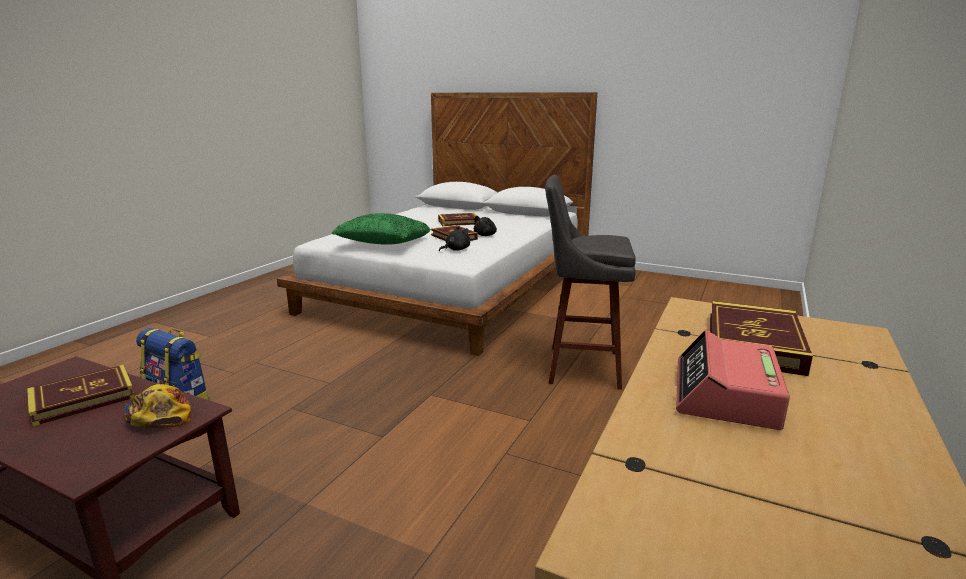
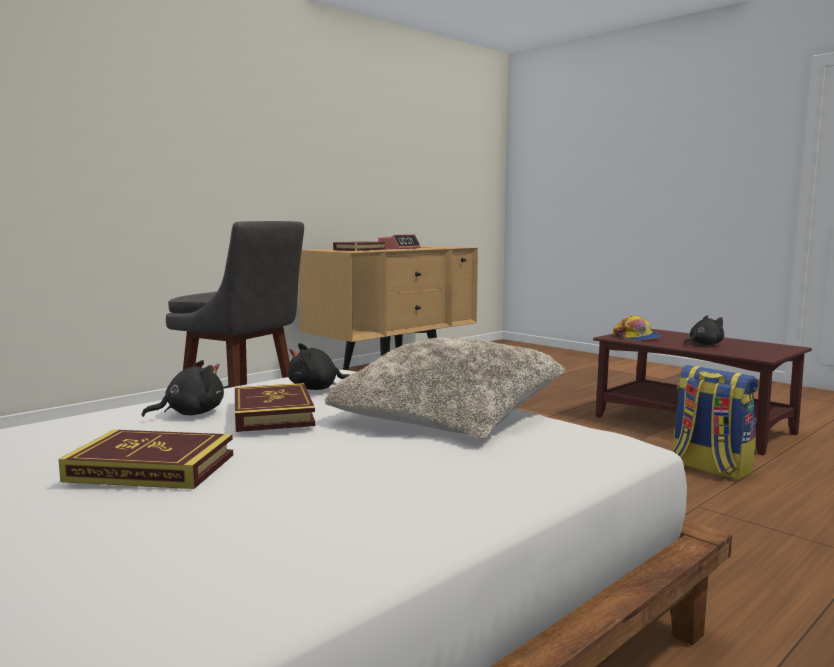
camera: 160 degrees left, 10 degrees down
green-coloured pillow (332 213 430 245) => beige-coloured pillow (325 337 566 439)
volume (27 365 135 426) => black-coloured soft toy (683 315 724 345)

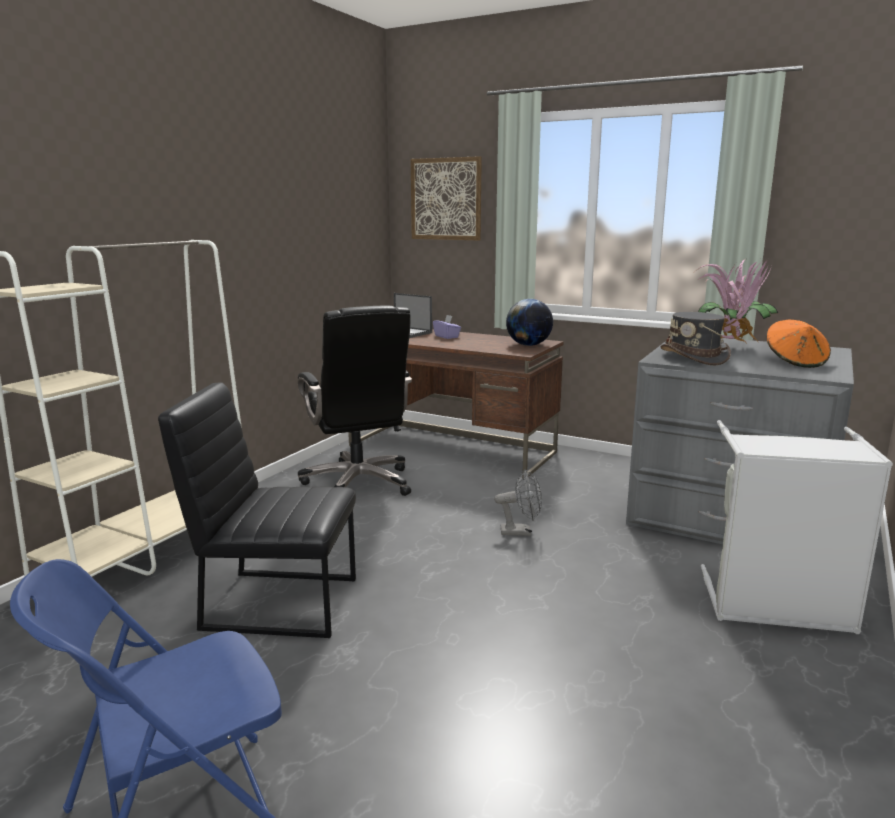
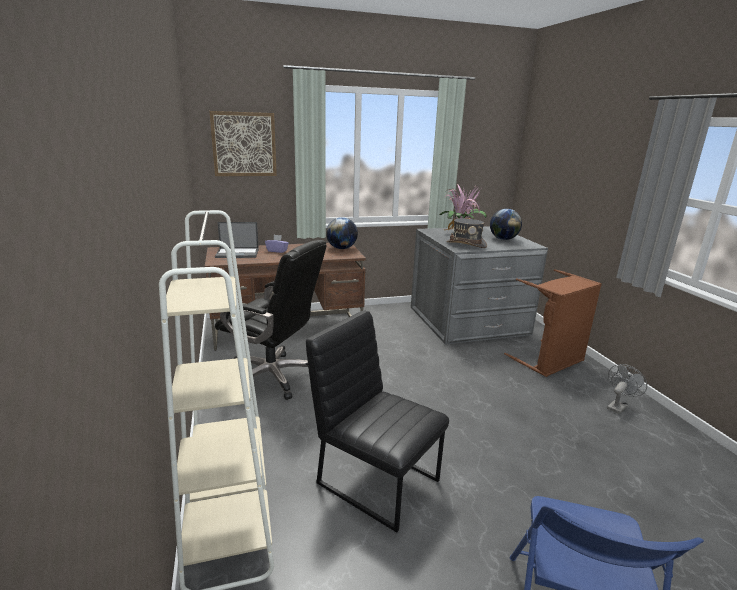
camera: 45 degrees left, 5 degrees up
orange-coloured wearable hat (767 320 831 368) => globe (490 209 522 240)
black-coloured chair (158 382 356 638) => black-coloured chair (306 310 449 533), 75 degrees clockwise
greyish laundry basket (701 420 893 634) => brown laundry basket (504 269 602 377)
greyish fan (494 469 542 536) => greyish fan (607 364 647 414), moved

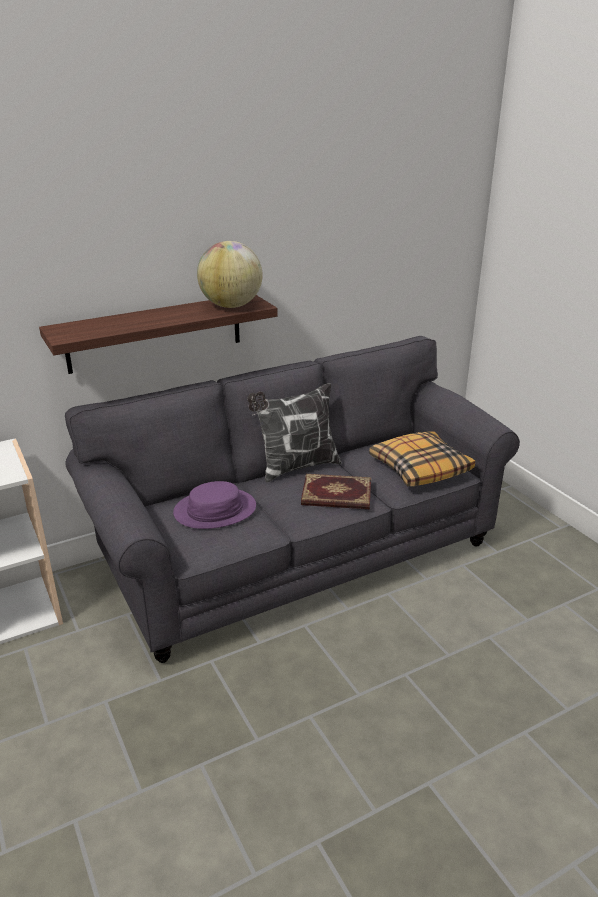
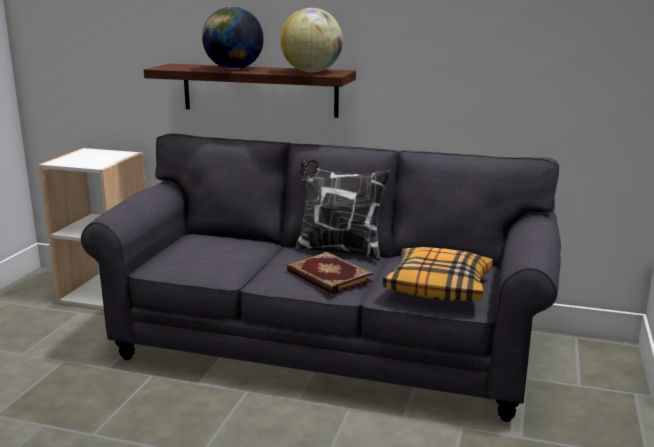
camera: 45 degrees right, 10 degrees down
purple wearable hat (173 481 256 529) => nothing
nothing => globe (202 7 264 69)

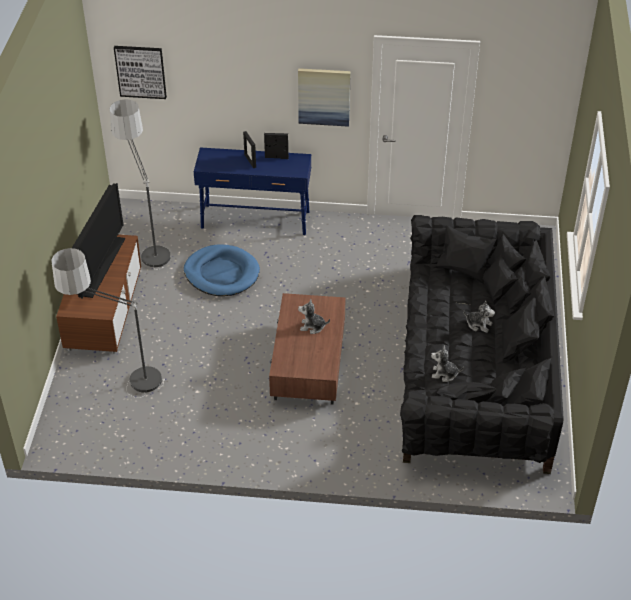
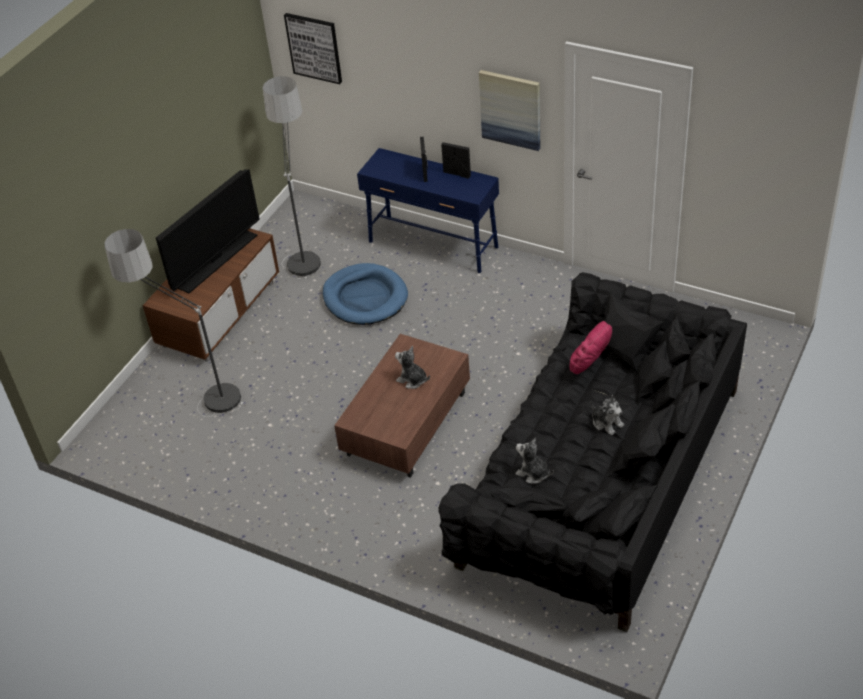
camera: 25 degrees right, 0 degrees up
nothing => pink pillow (570 321 612 374)

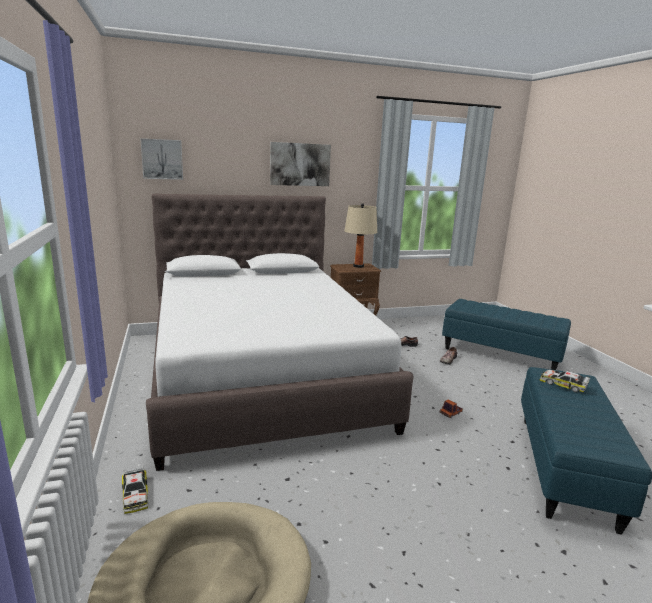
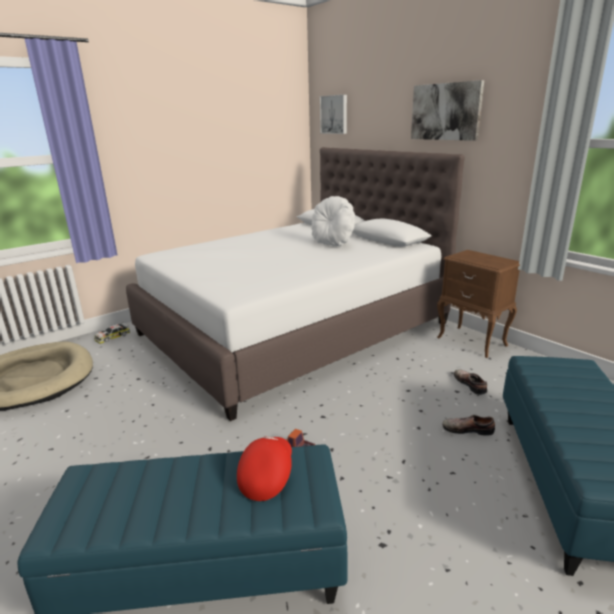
camera: 70 degrees right, 5 degrees up
beige-coloured table lamp (344 203 377 268) => nothing
miniature car (539 370 590 392) => reddish cap (237 436 292 501)
nothing => white-coloured pillow (311 196 355 246)

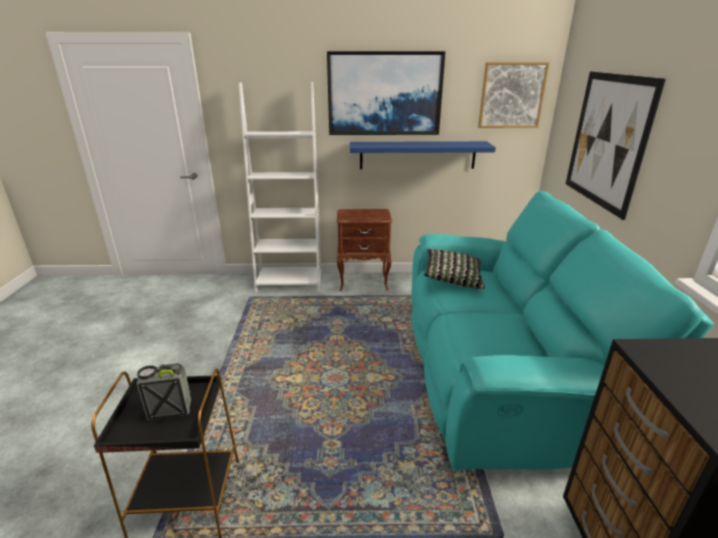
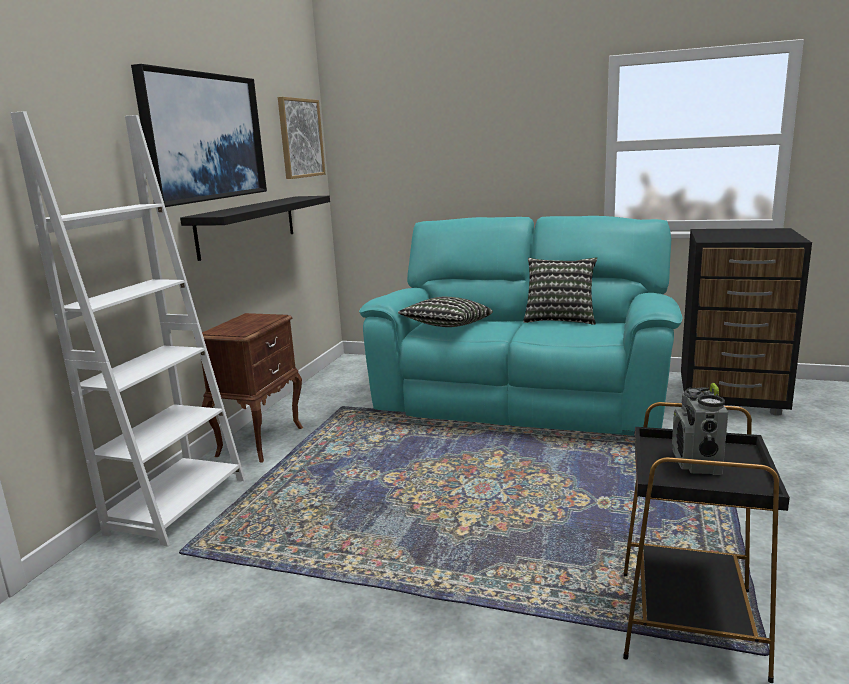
camera: 70 degrees left, 10 degrees down
picture (566 71 666 220) => nothing
bluish shelf (350 141 496 169) => black-coloured shelf (180 196 330 261)
nothing => pillow (523 257 597 325)

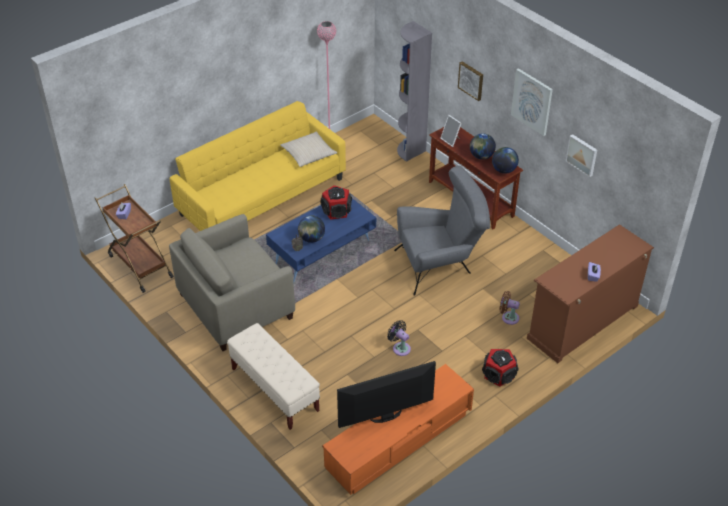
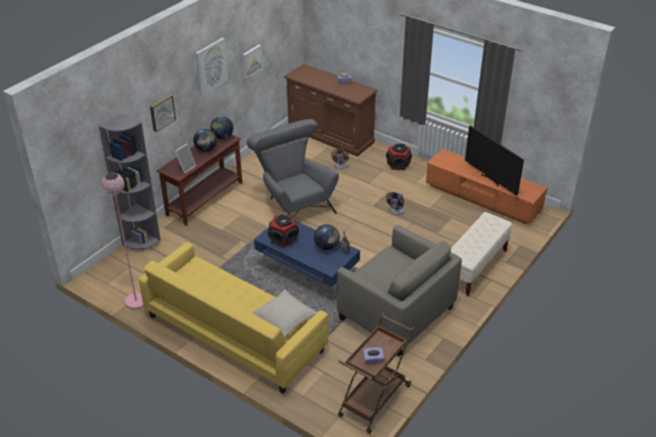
camera: 105 degrees left, 5 degrees down
beige-coloured pillow (281 132 337 167) => beige-coloured pillow (252 289 317 338), moved

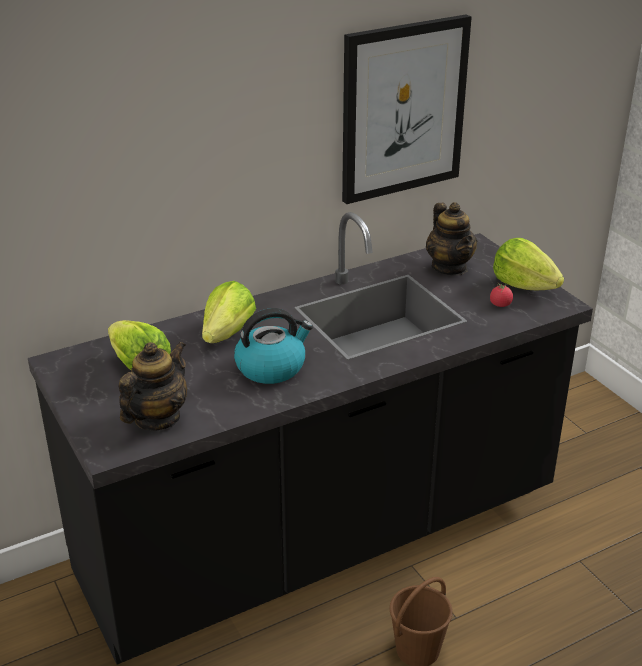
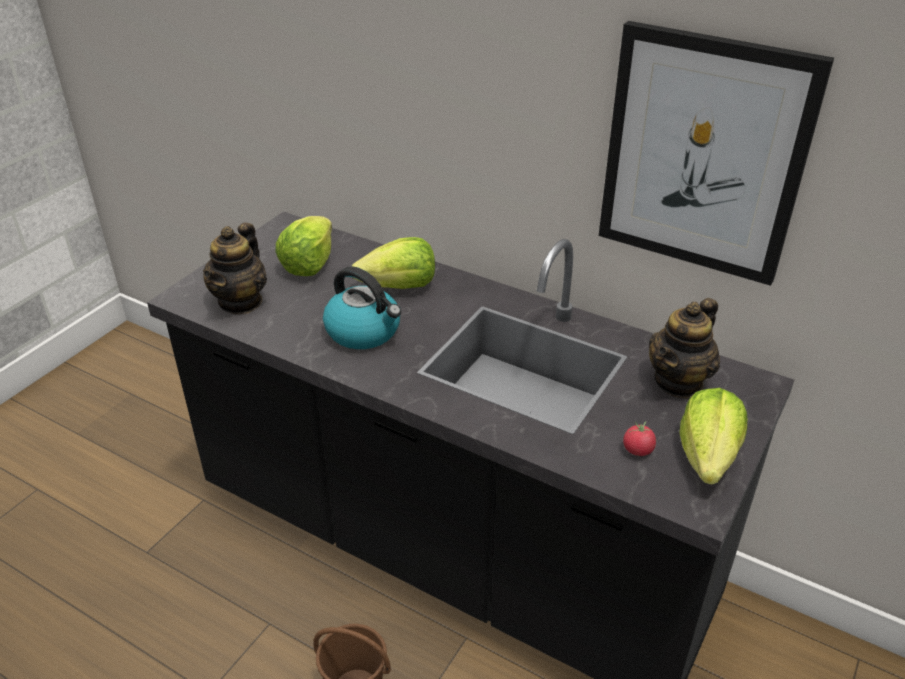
camera: 60 degrees right, 5 degrees up
pot for tea (119 341 187 431) => pot for tea (203 222 267 314), 105 degrees clockwise

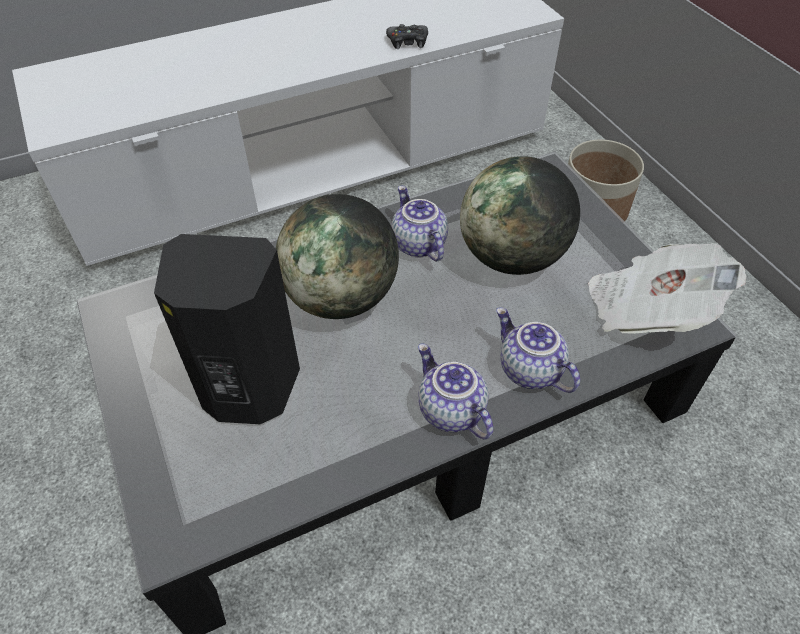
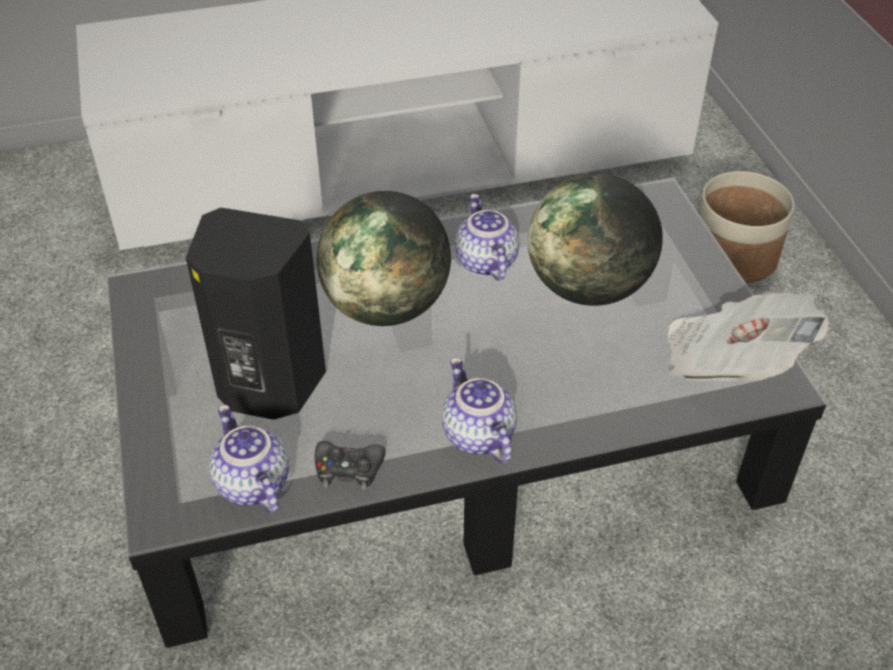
camera: 10 degrees right, 5 degrees down
black-coloured joypad (386 24 428 49) => black-coloured joypad (315 441 386 490), moved
pot for tea (496 307 580 393) => pot for tea (209 404 289 514), moved

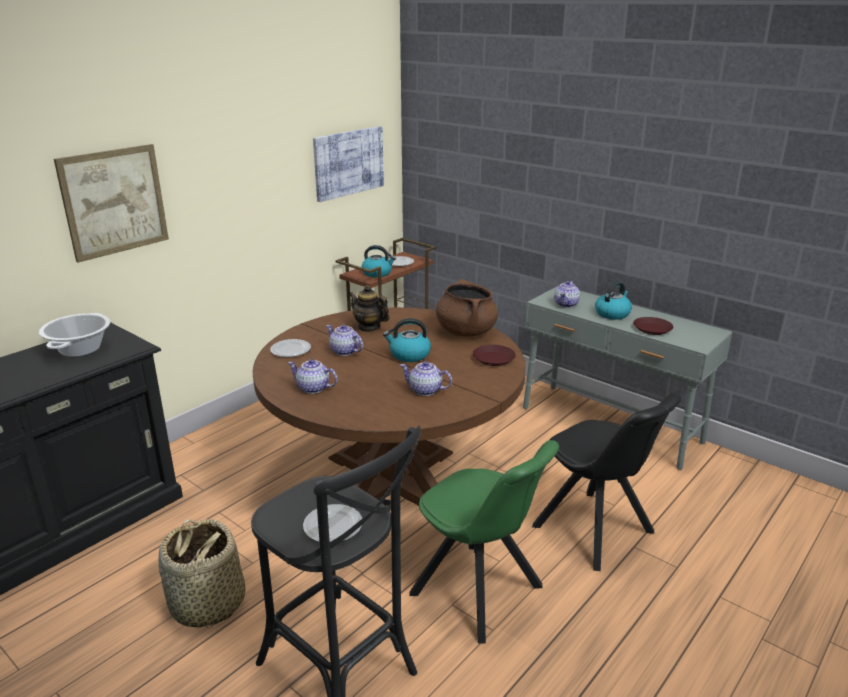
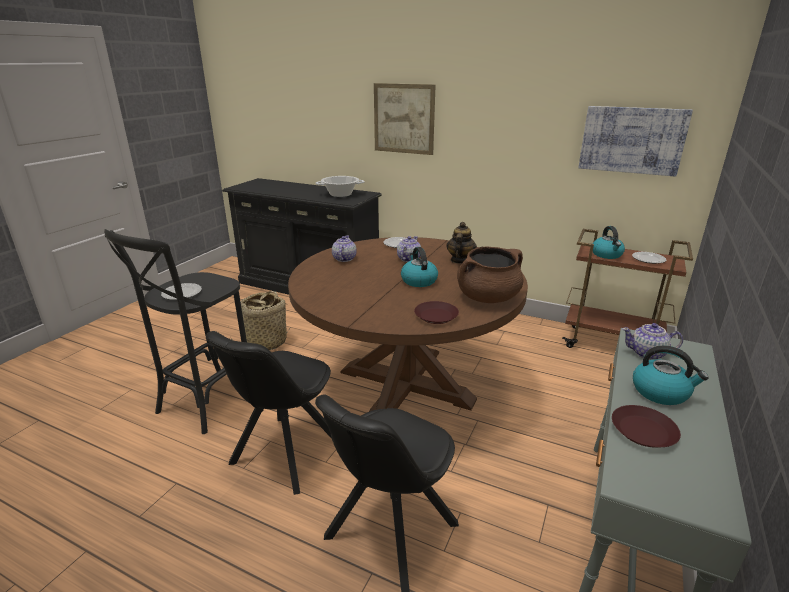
camera: 75 degrees right, 0 degrees up
pot for tea (400 361 452 396) => nothing
green-coloured chair (409 440 559 644) => black-coloured chair (206 331 332 495)

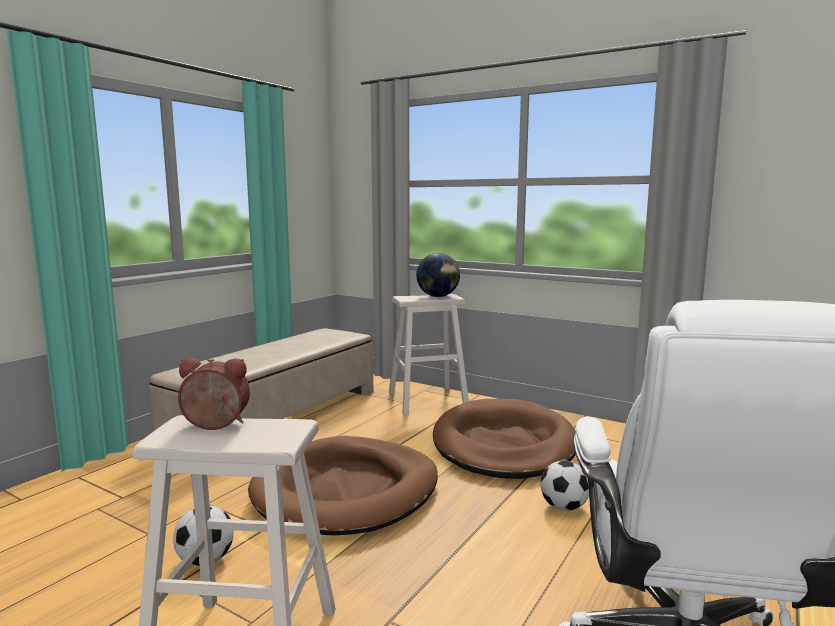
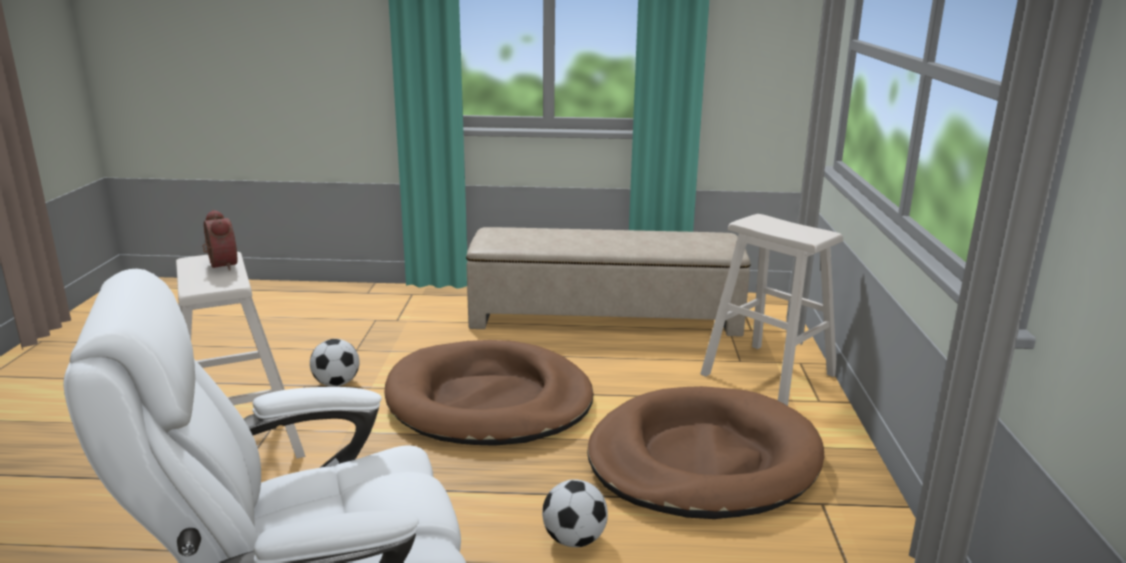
camera: 60 degrees right, 10 degrees up
globe (416 253 460 297) => nothing

